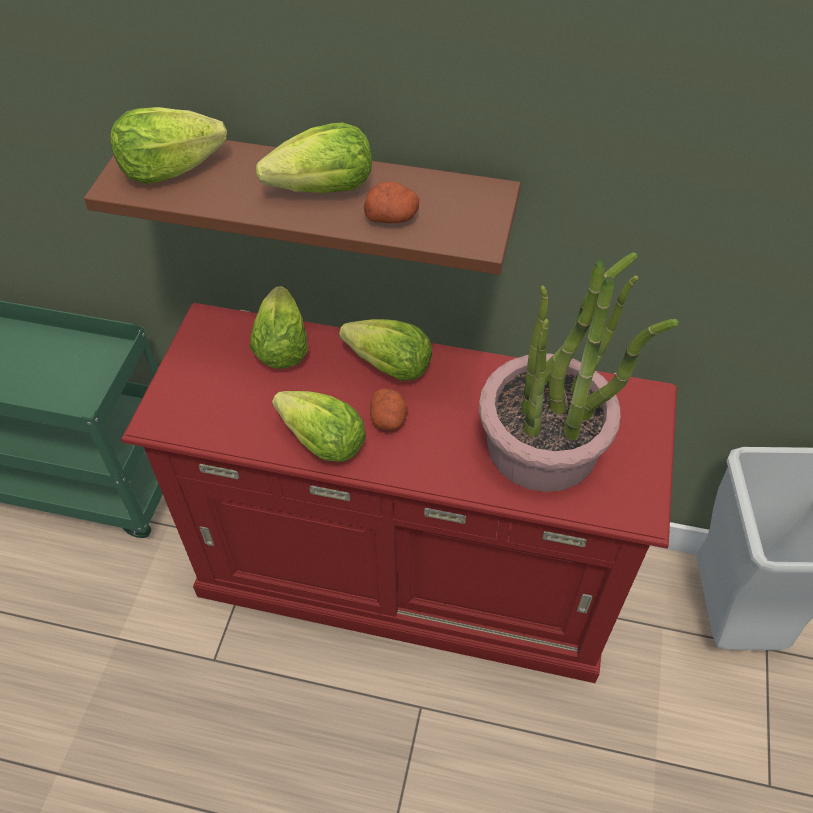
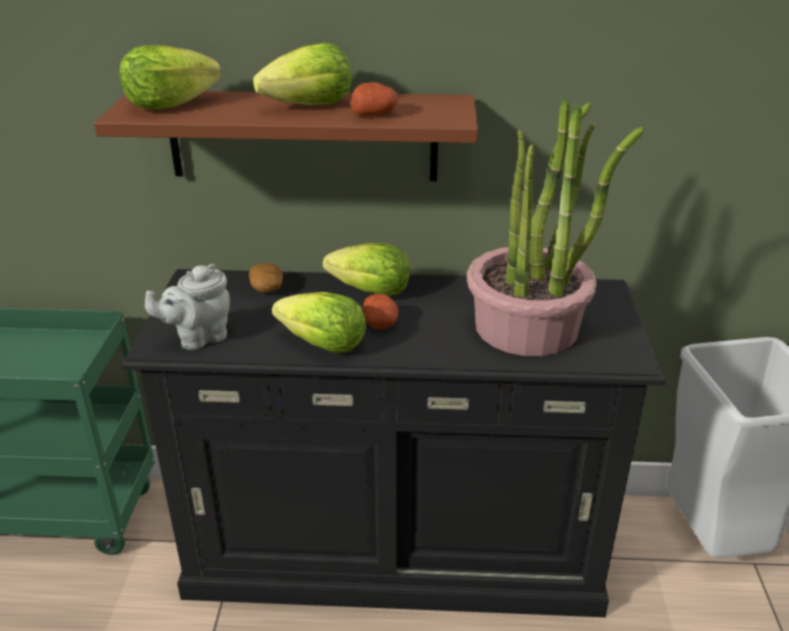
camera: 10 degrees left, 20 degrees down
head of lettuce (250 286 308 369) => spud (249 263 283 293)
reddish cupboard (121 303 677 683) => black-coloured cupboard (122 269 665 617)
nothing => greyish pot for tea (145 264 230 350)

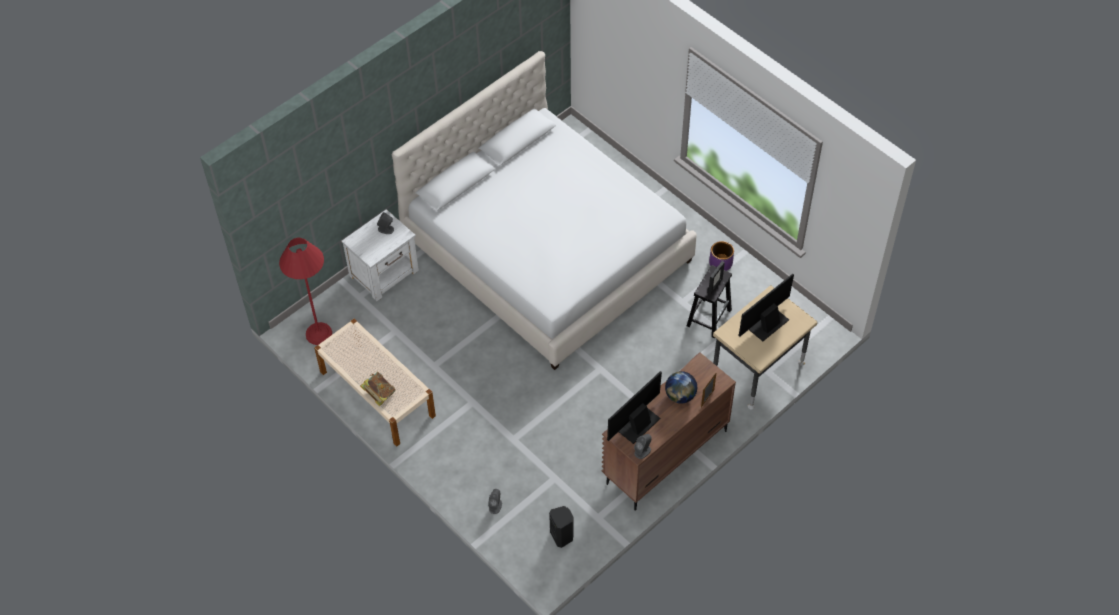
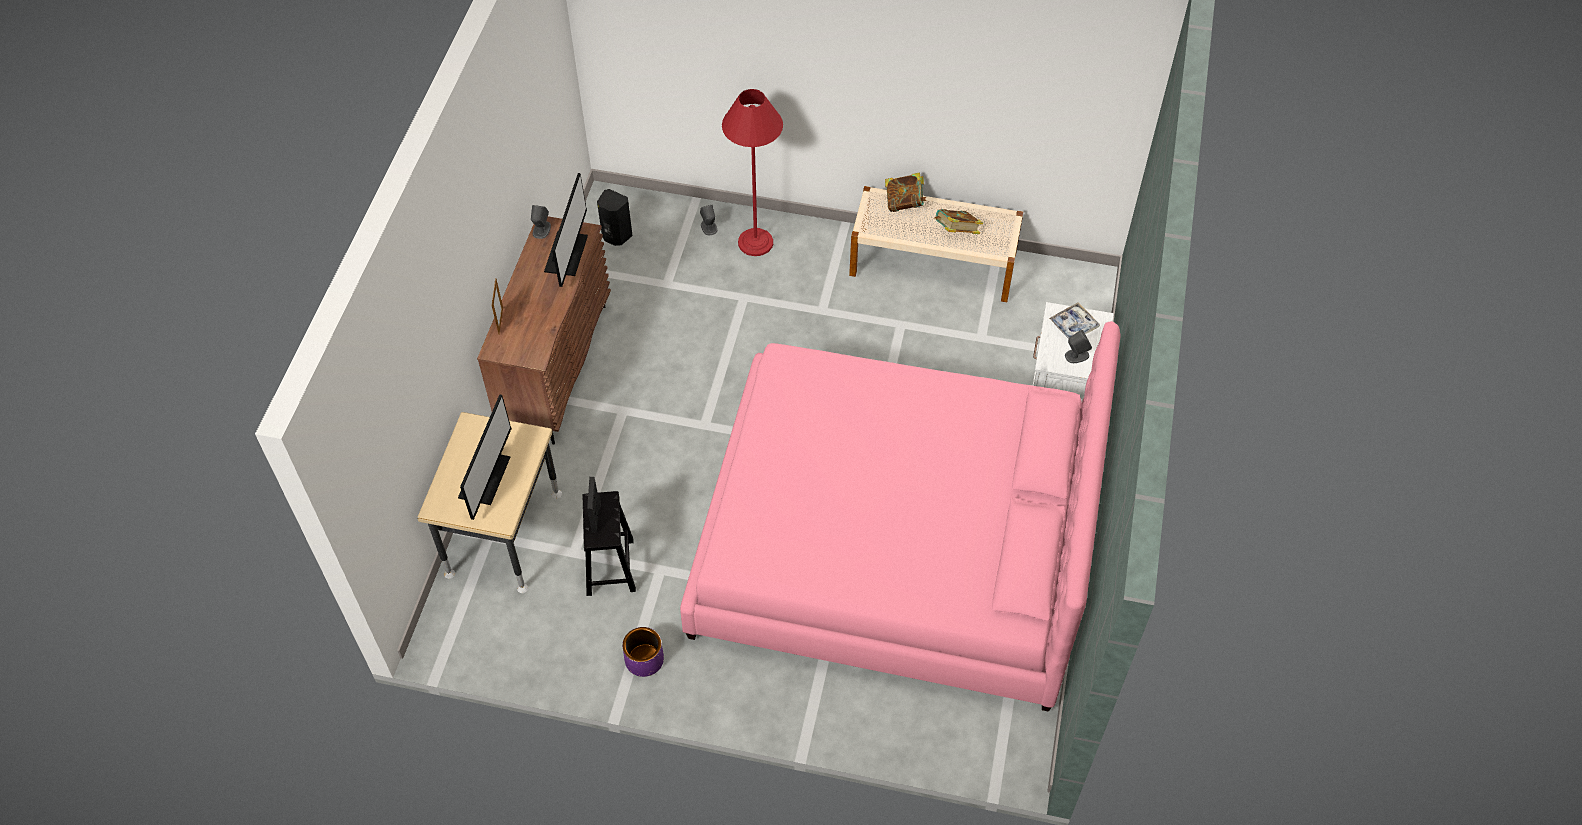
camera: 145 degrees right, 0 degrees up
white-coloured bedroom bed (392 51 697 370) => pink bedroom bed (680 321 1121 712)
reddish standard lamp (279 238 332 345) => reddish standard lamp (722 89 783 256), moved
globe (665 371 697 404) => nothing
nothing => volume (934 209 983 234)
nothing => carrying tray (1049 302 1100 339)

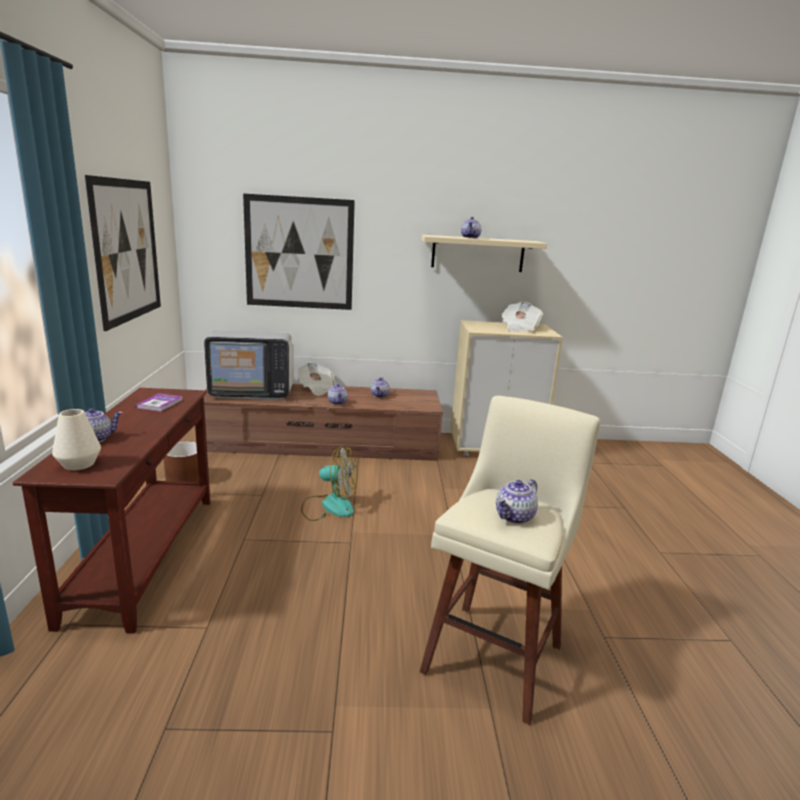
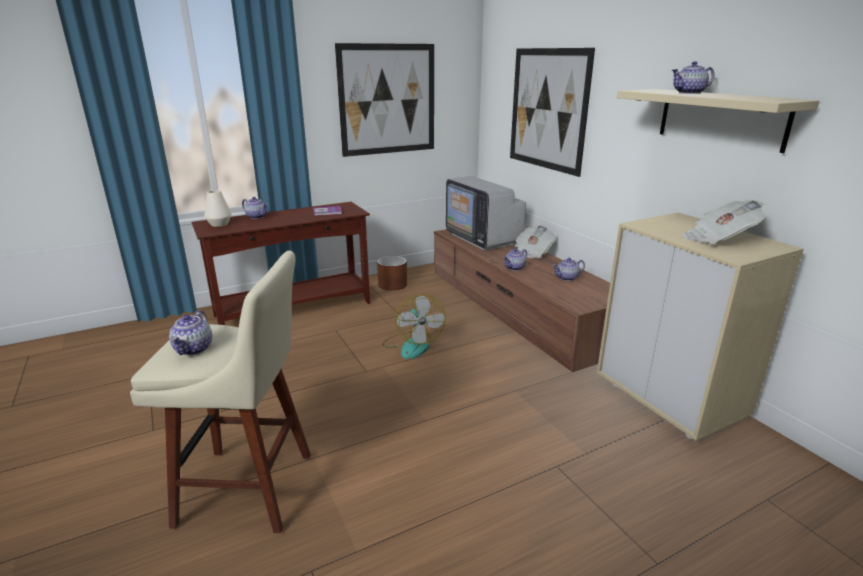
camera: 65 degrees right, 5 degrees up
pot for tea (496 479 538 524) => pot for tea (169 310 212 355), 105 degrees counterclockwise

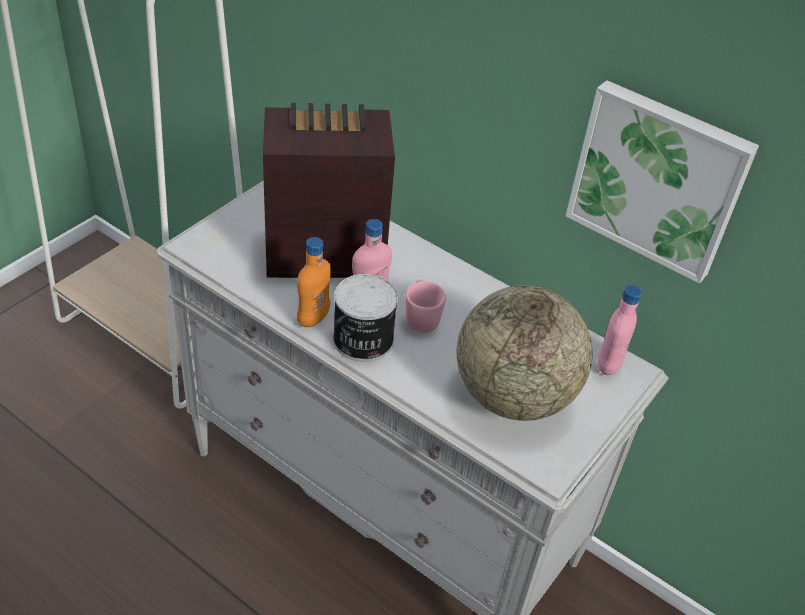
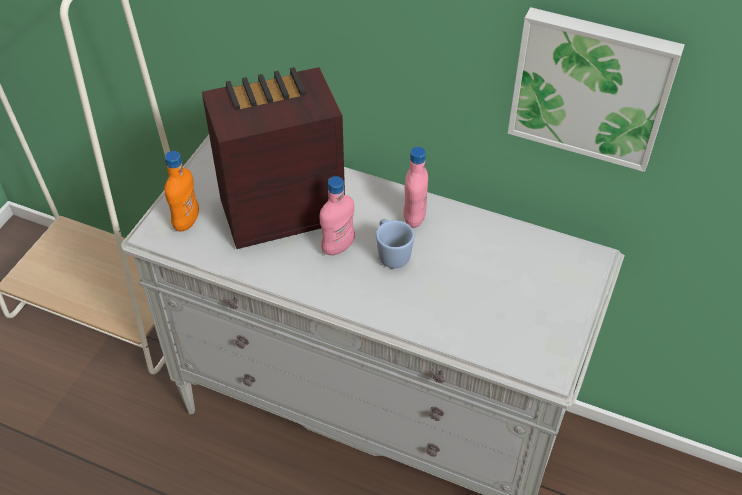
camera: 10 degrees left, 5 degrees up
orange-coloured beverage bottle (297 237 331 327) => orange-coloured beverage bottle (164 151 199 232), moved
metal can (333 274 398 362) => nothing
pink mug (405 280 446 333) => bluish mug (376 219 414 268)
globe (457 285 593 421) => nothing
pink beverage bottle (597 285 642 375) => pink beverage bottle (403 147 428 228), moved

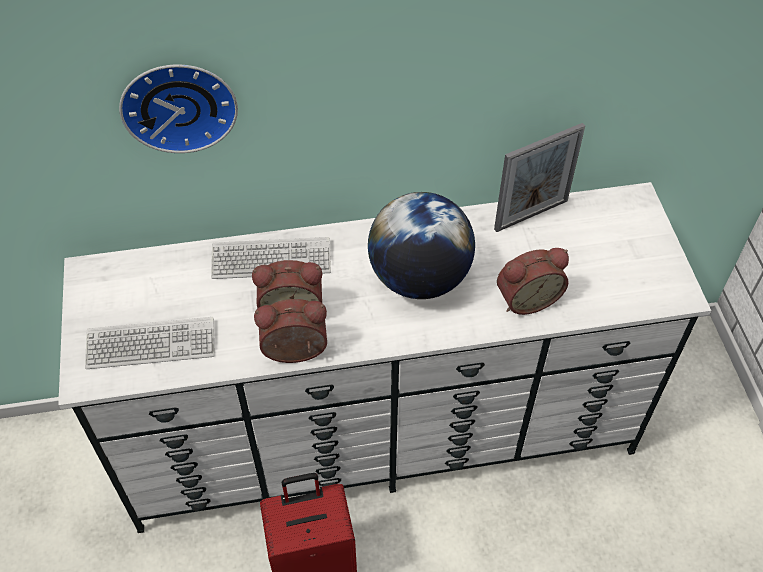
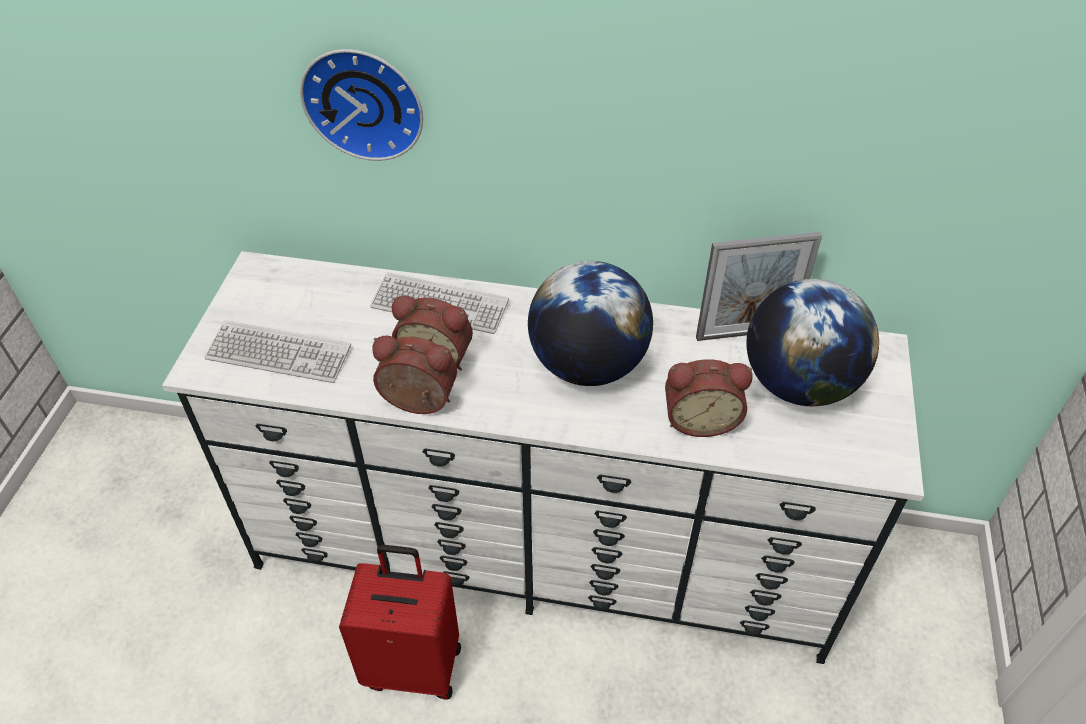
camera: 20 degrees right, 5 degrees down
nothing => globe (746 279 879 406)

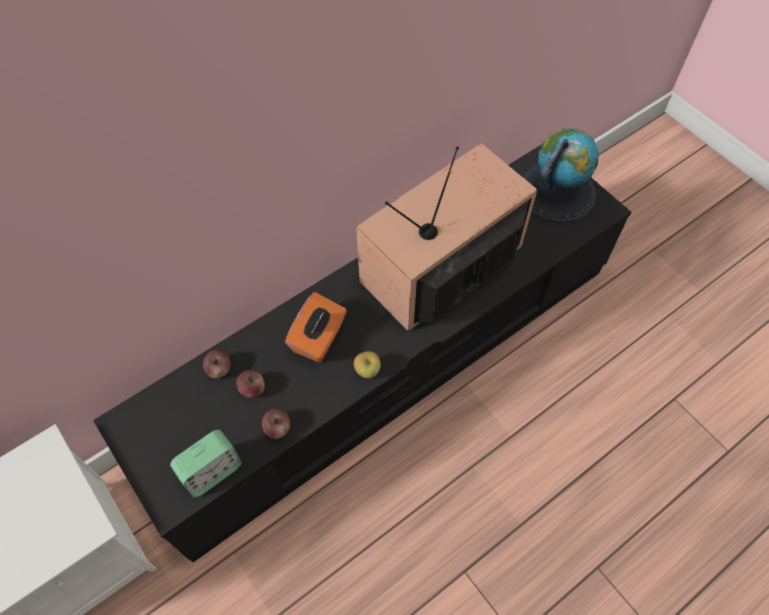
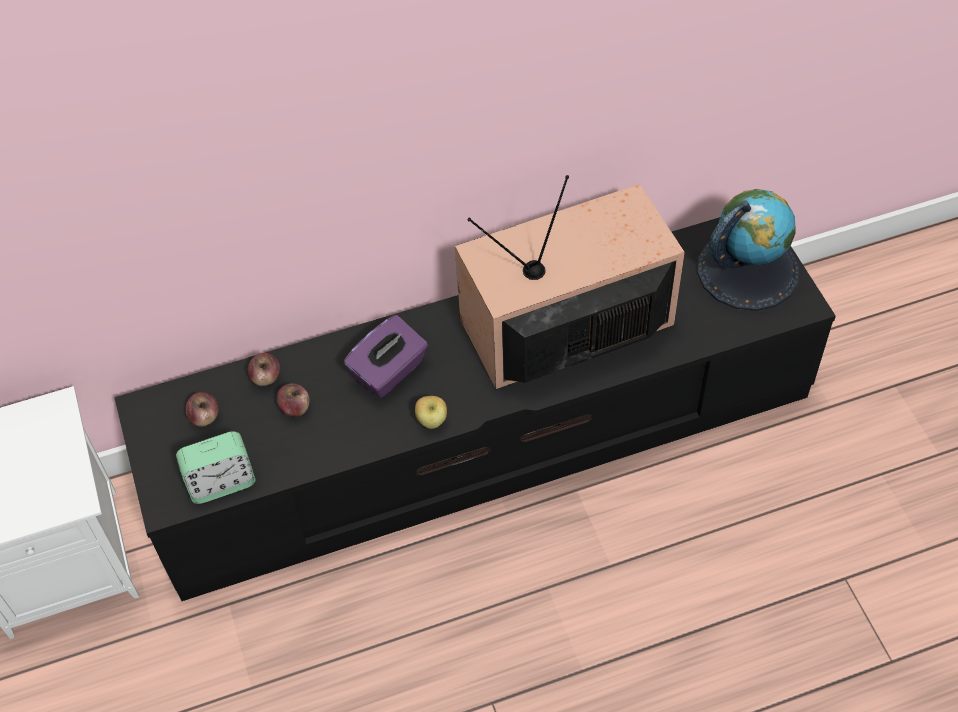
camera: 20 degrees right, 5 degrees down
orange-coloured tissue holder (285 292 347 362) => purple tissue holder (344 315 428 398)
whole apple (262 409 290 439) => whole apple (186 392 218 427), moved

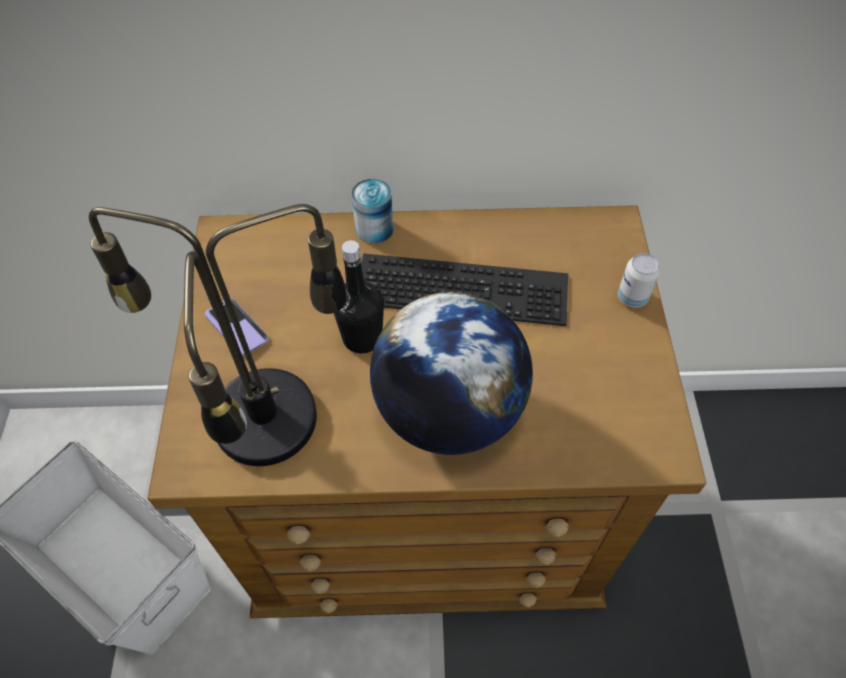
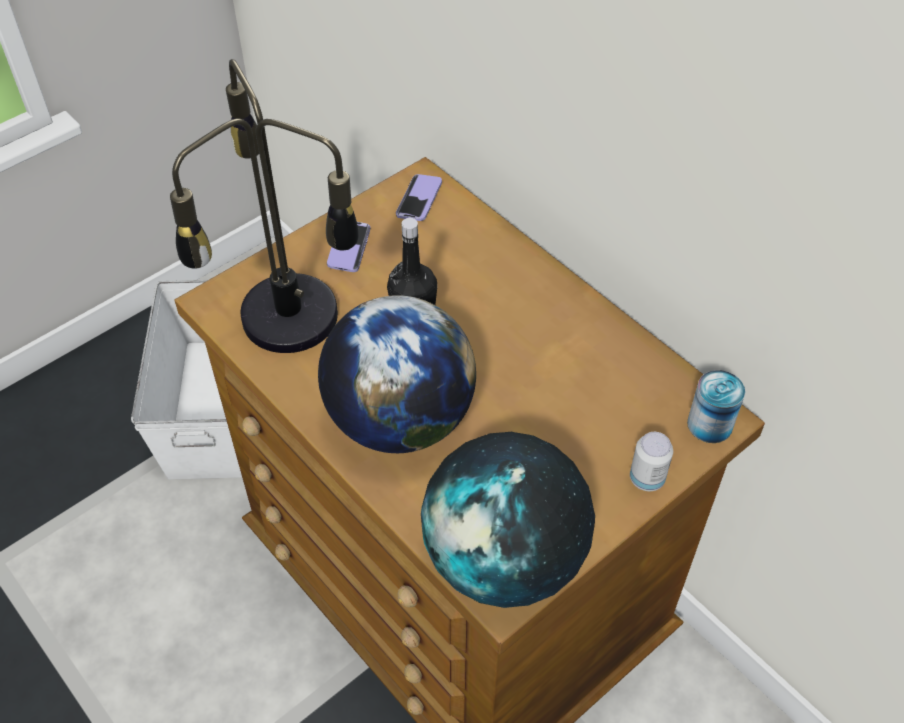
camera: 50 degrees right, 5 degrees down
metal can (352 179 394 244) => metal can (687 370 745 443), moved
PC keyboard (361 253 568 326) => nothing
nothing => telephone (396 174 442 221)
nothing => globe (421 432 595 608)

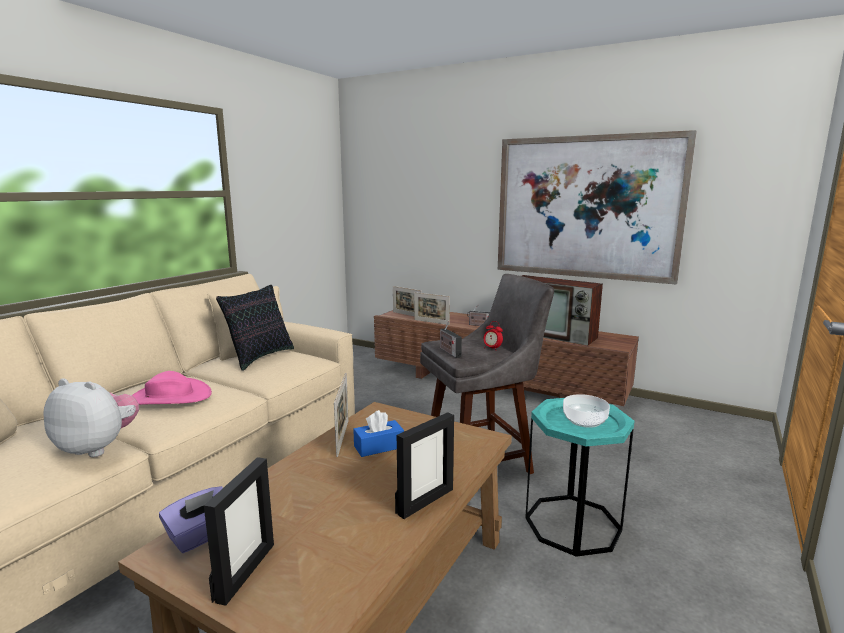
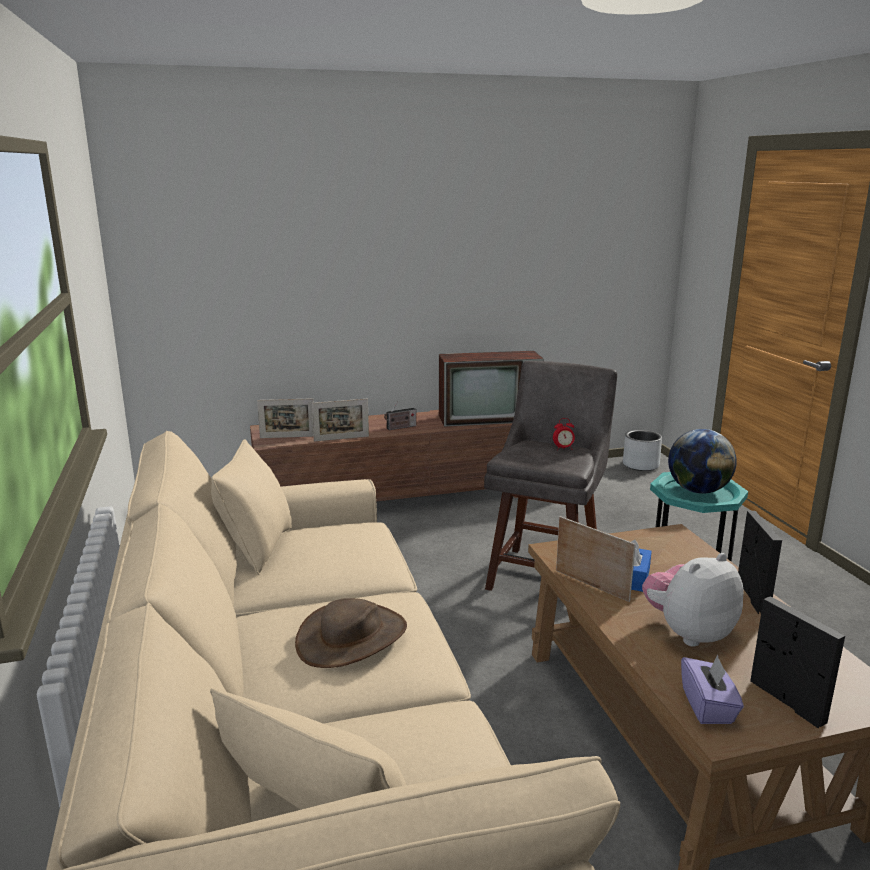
camera: 45 degrees left, 5 degrees up
picture (498 130 697 285) => nothing
black-coloured pillow (216 285 294 371) => nothing
radio set (440 321 462 358) => nothing
pink wearable hat (133 371 212 405) => brown wearable hat (295 598 407 668)
soft toy (43 378 139 457) => soft toy (642 553 744 647), moved
bowl (563 394 610 428) => globe (668 429 737 494)
nothing => greyish plant pot (623 430 662 471)

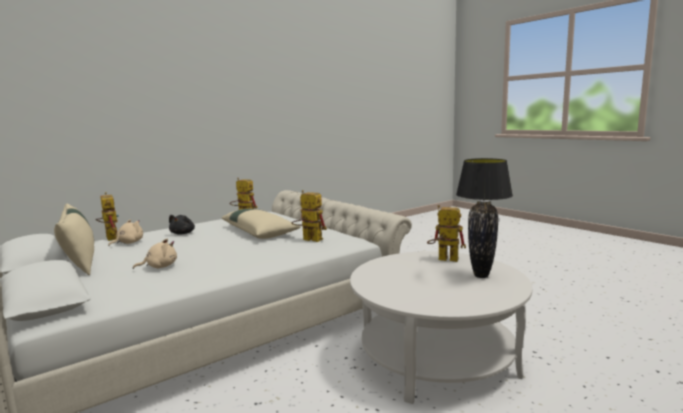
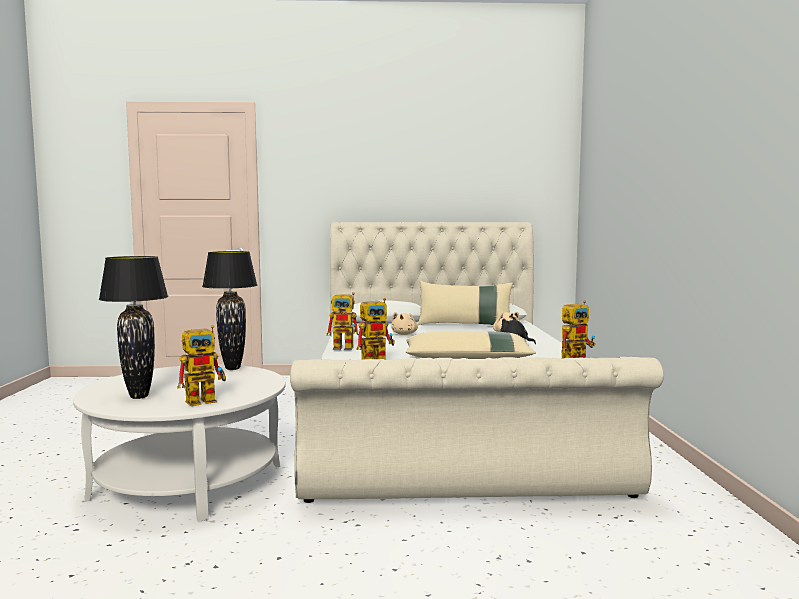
camera: 125 degrees right, 5 degrees down
toy robot (95 192 119 241) => toy robot (326 292 359 350), moved
nothing => black-coloured table lamp (202 251 257 370)

